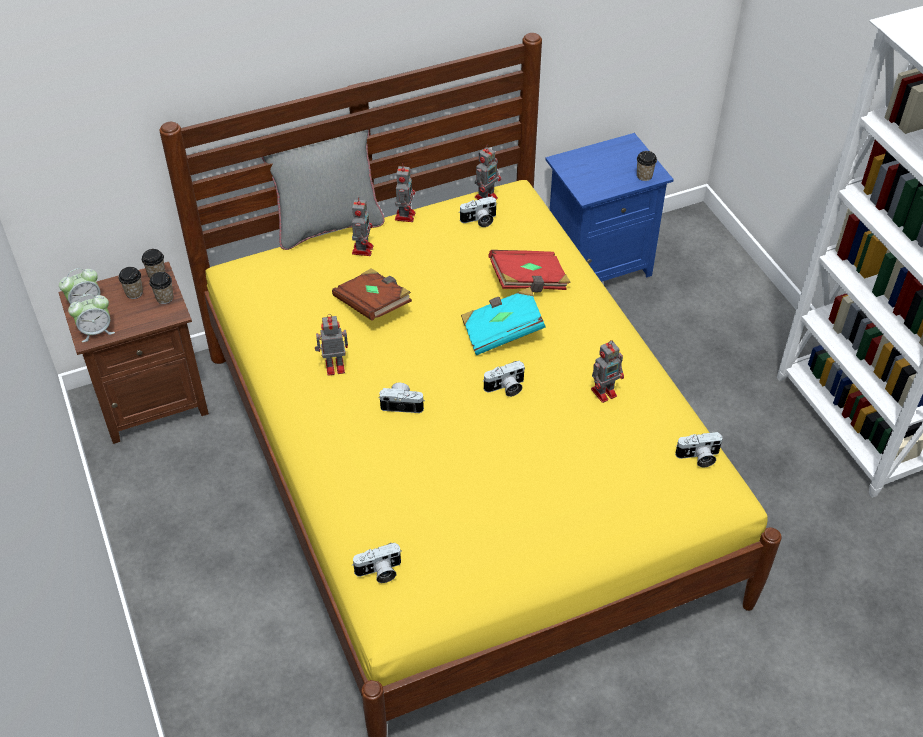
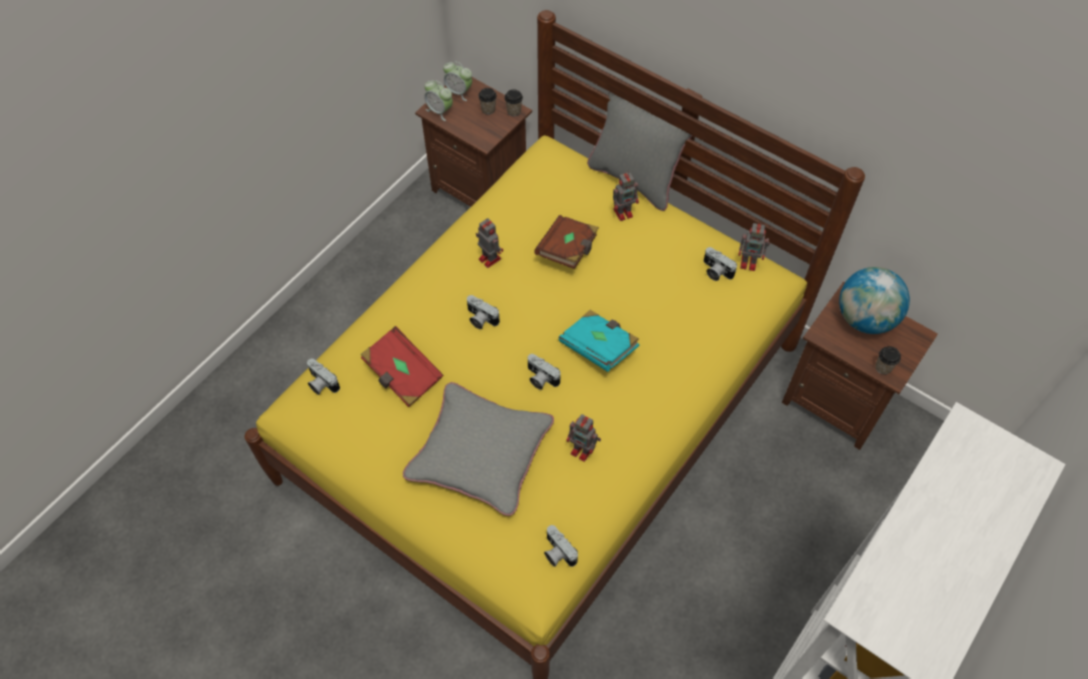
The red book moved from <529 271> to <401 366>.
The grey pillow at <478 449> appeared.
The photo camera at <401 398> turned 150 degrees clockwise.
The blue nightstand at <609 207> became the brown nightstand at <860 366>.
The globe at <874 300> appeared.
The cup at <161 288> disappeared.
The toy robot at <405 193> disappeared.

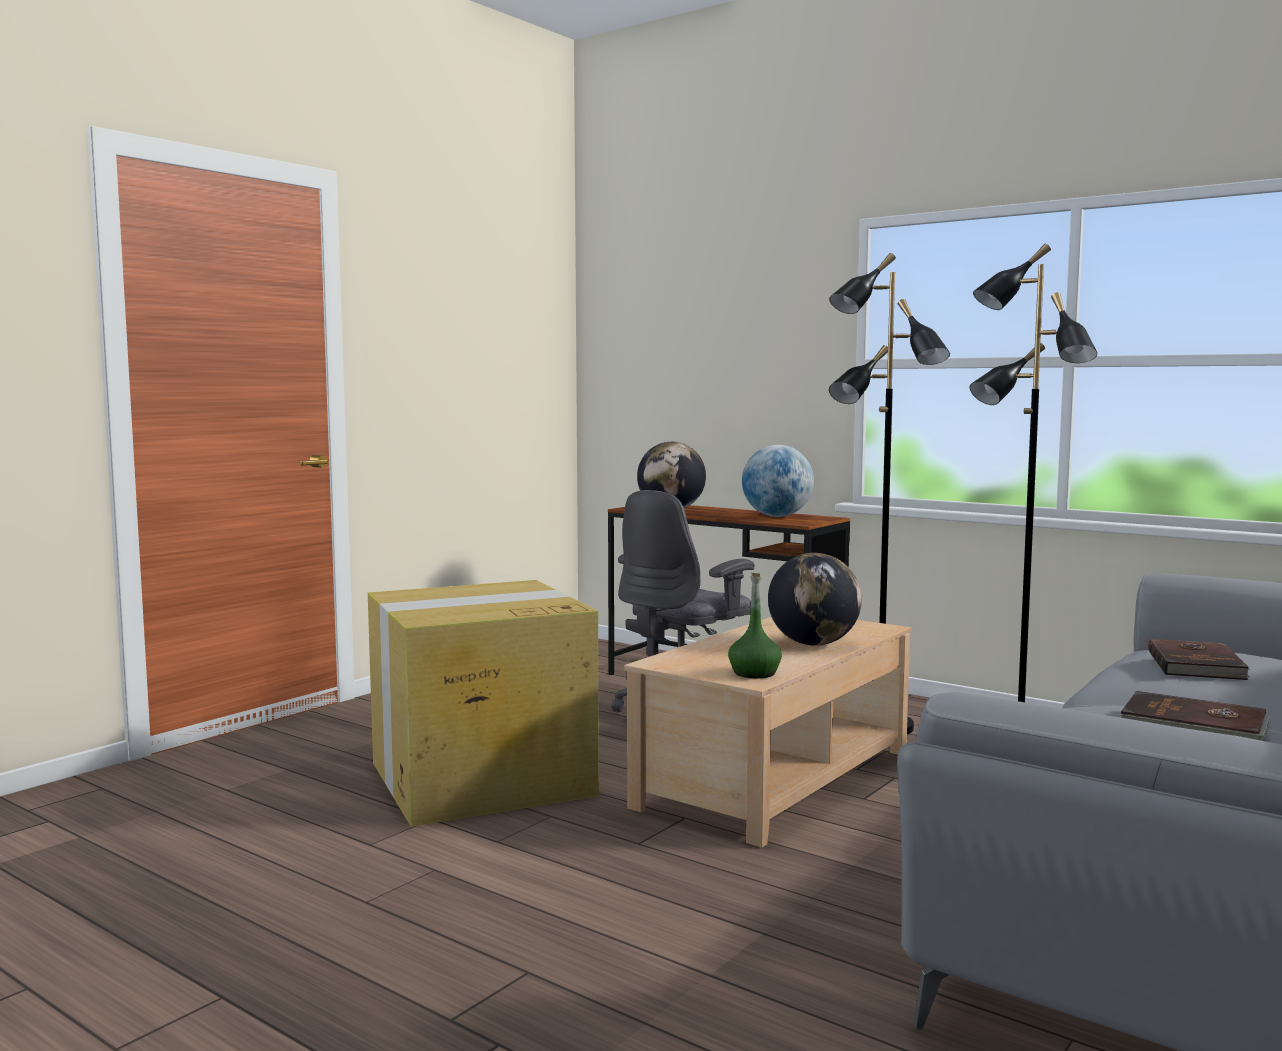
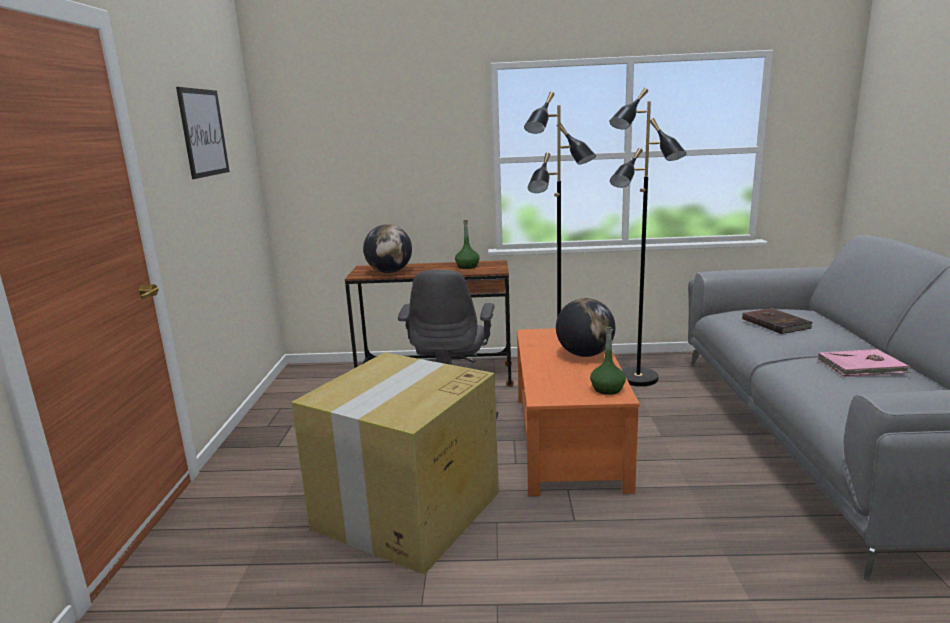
The picture at <203 133> appeared.
The globe at <778 481> was replaced by the green bottle at <467 244>.
The beige coffee table at <768 732> became the orange coffee table at <578 412>.
The brown book at <1196 716> became the pink book at <865 363>.

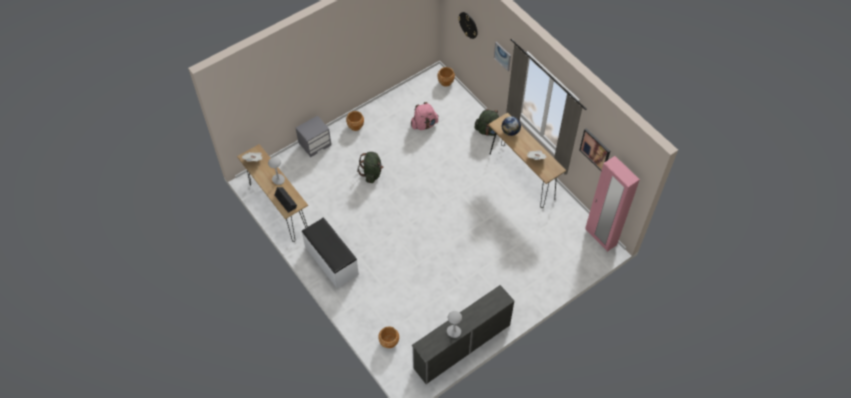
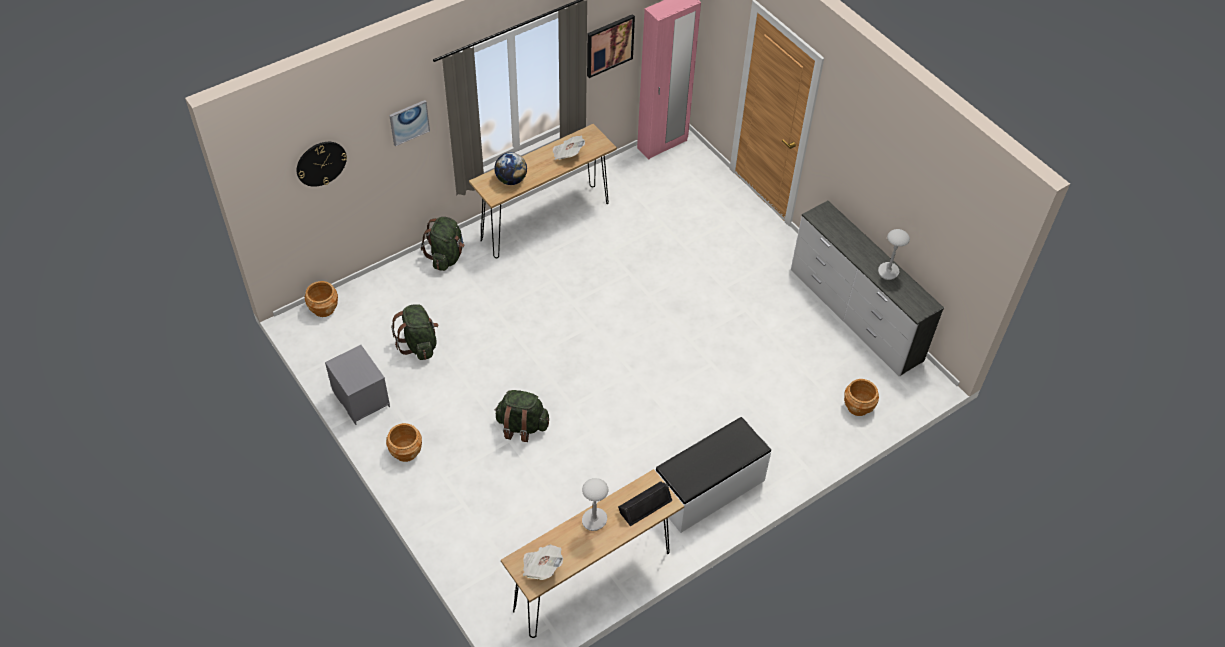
The grey nightstand moved from <313 136> to <357 385>.
The pink backpack at <424 116> became the green backpack at <414 332>.

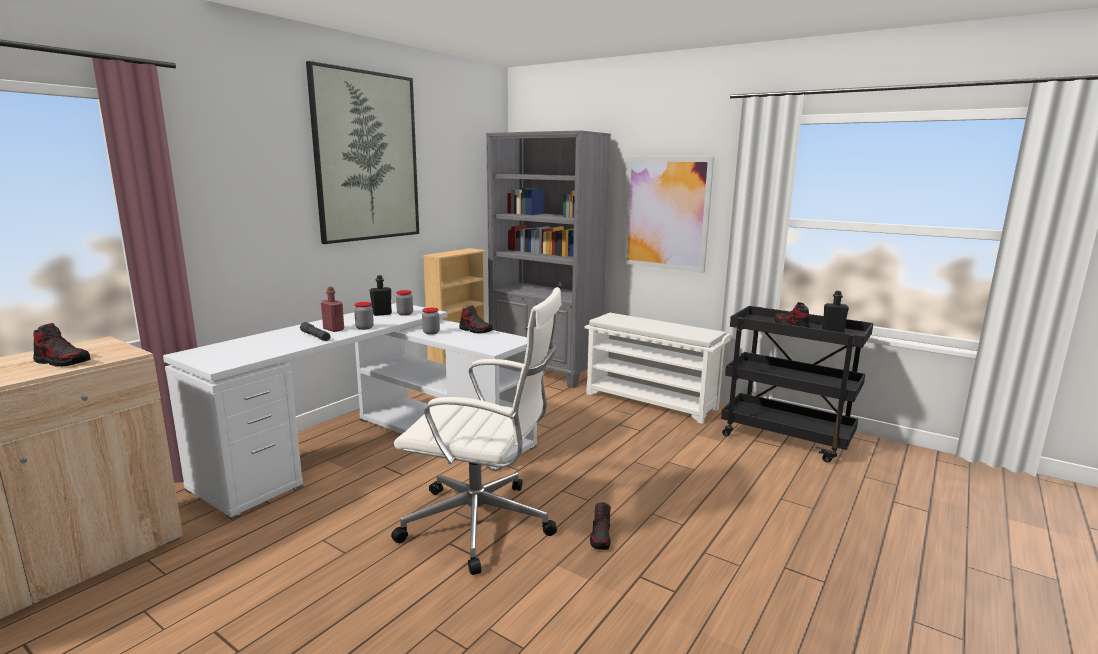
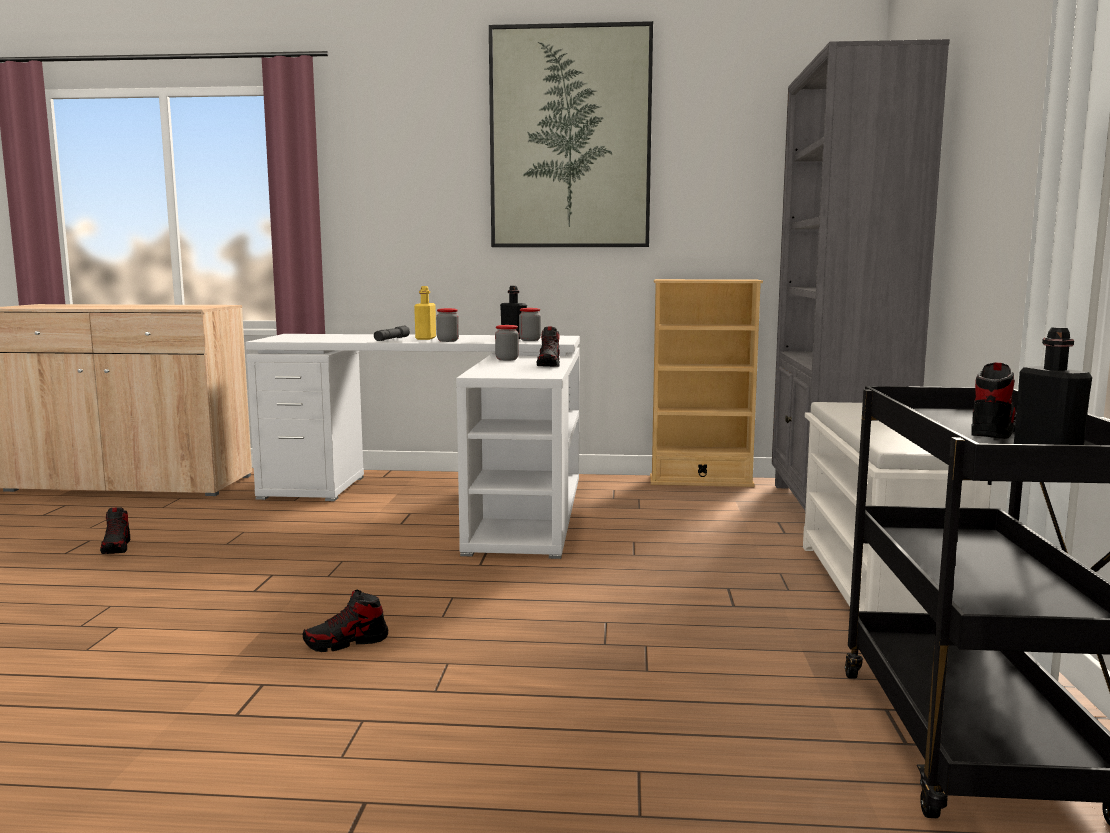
The shoe moved from <61 345> to <115 531>.
The red bottle at <332 309> became the yellow bottle at <425 313>.
The white office chair at <476 431> disappeared.
The picture at <668 215> disappeared.

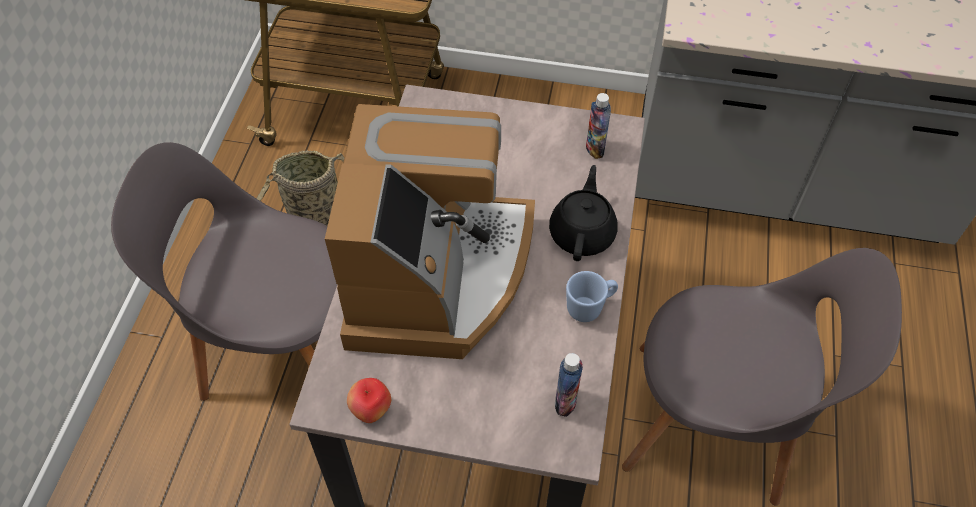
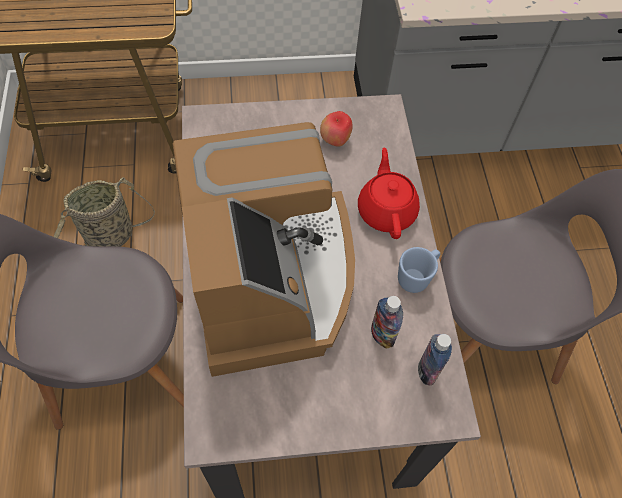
The apple moved from <369 400> to <336 129>.
The black teapot at <583 213> became the red teapot at <389 193>.
The bottle moved from <598 126> to <387 322>.

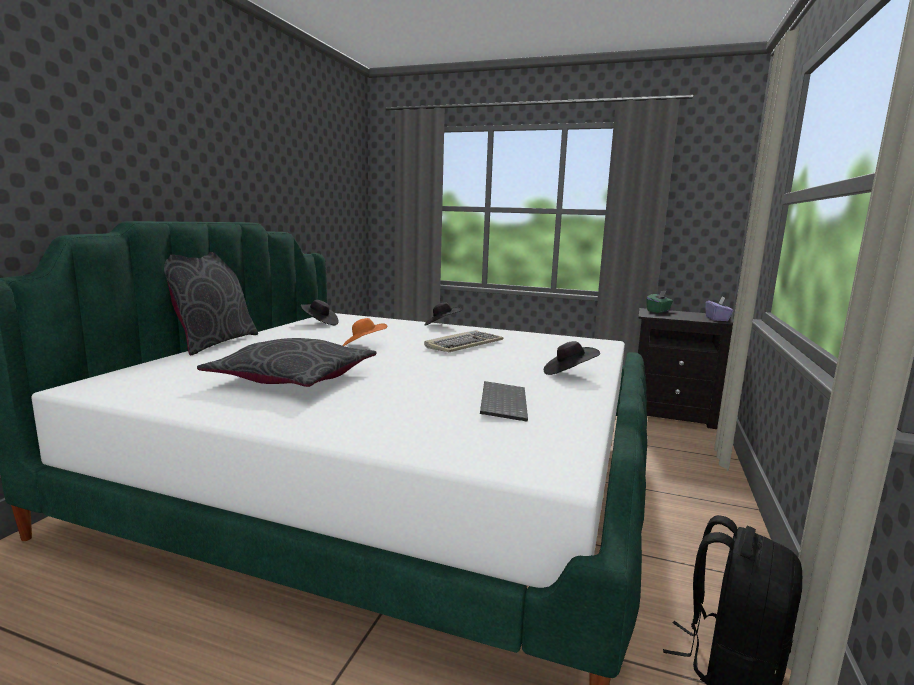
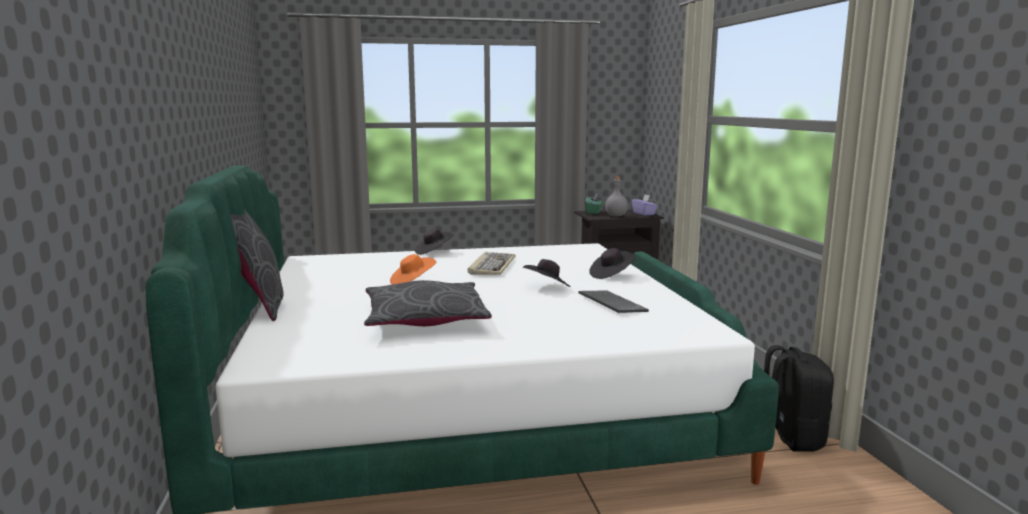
The black hat moved from <319 312> to <547 273>.
The grey bottle at <616 197> appeared.

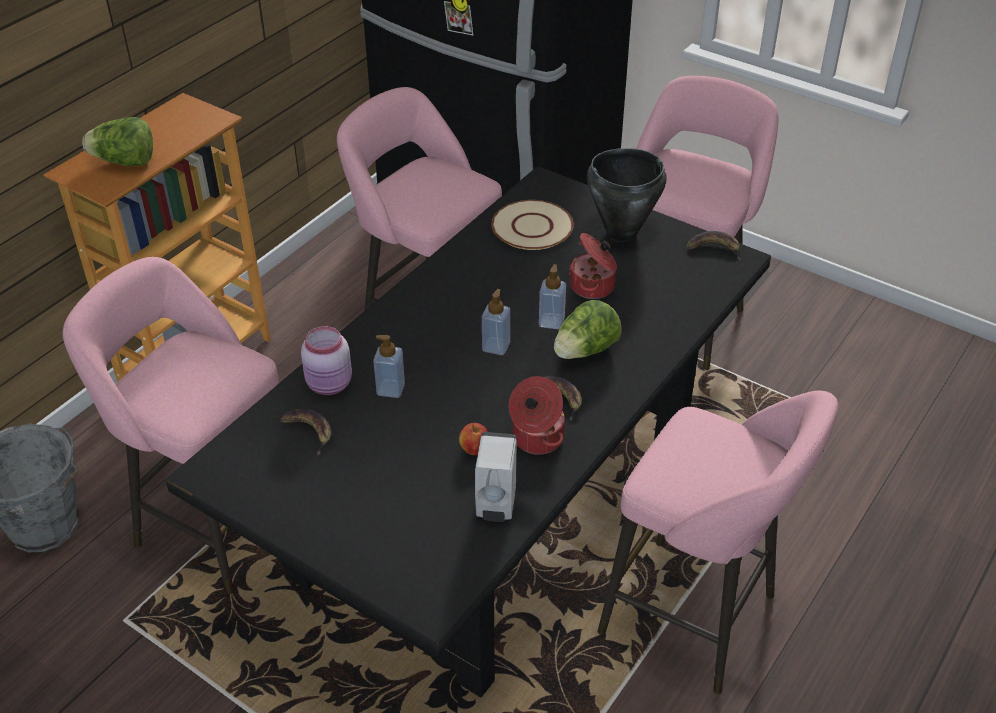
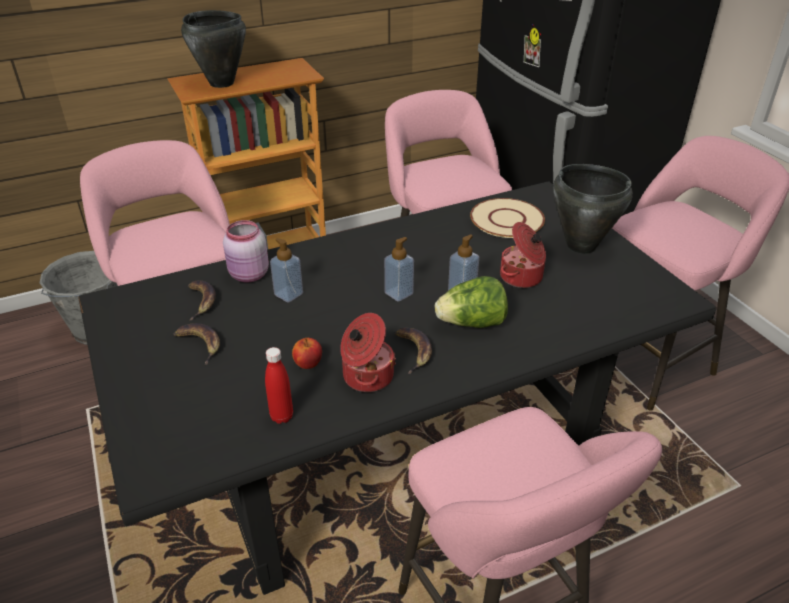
The banana moved from <713 245> to <196 344>.
The lettuce at <117 141> was replaced by the black cooking pot at <213 49>.
The white soap dispenser at <496 477> was replaced by the red bottle at <279 385>.

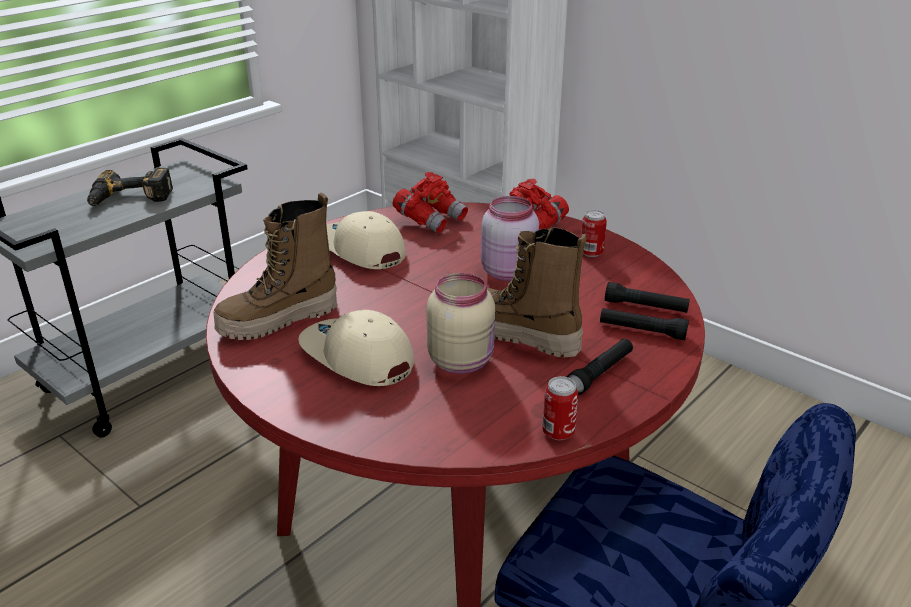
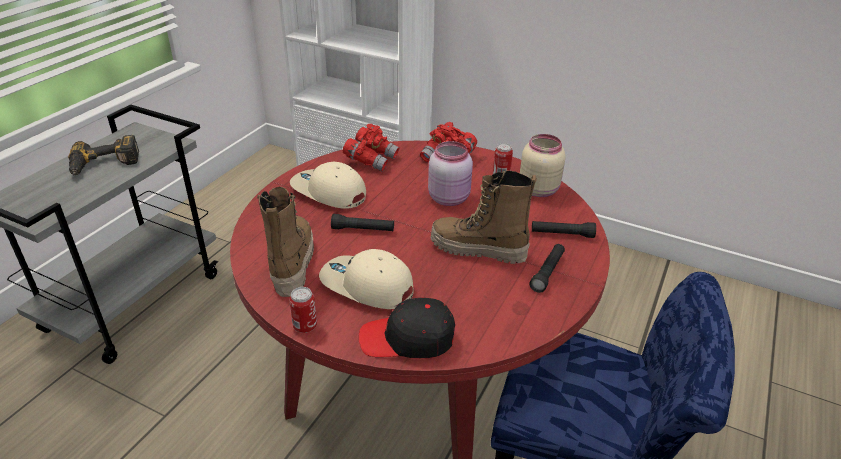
The boot at <275 266> turned 135 degrees clockwise.
The can moved from <560 408> to <303 310>.
The black flashlight moved from <647 297> to <362 222>.
The black cap at <406 327> appeared.
The beige jar moved from <460 323> to <543 165>.

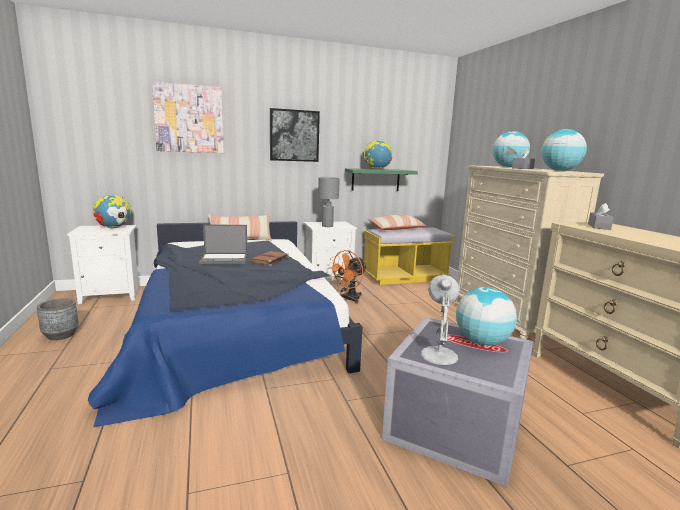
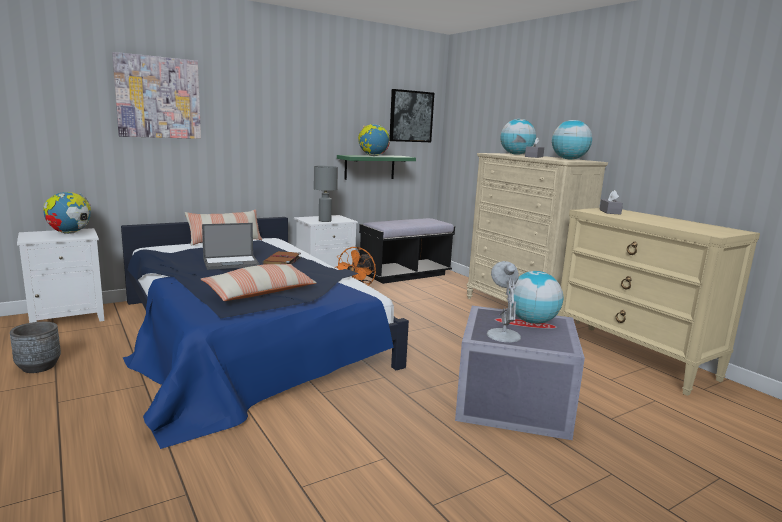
The pillow moved from <397 222> to <259 282>.
The yellow bench at <409 256> became the black bench at <407 251>.
The picture moved from <295 135> to <411 115>.

